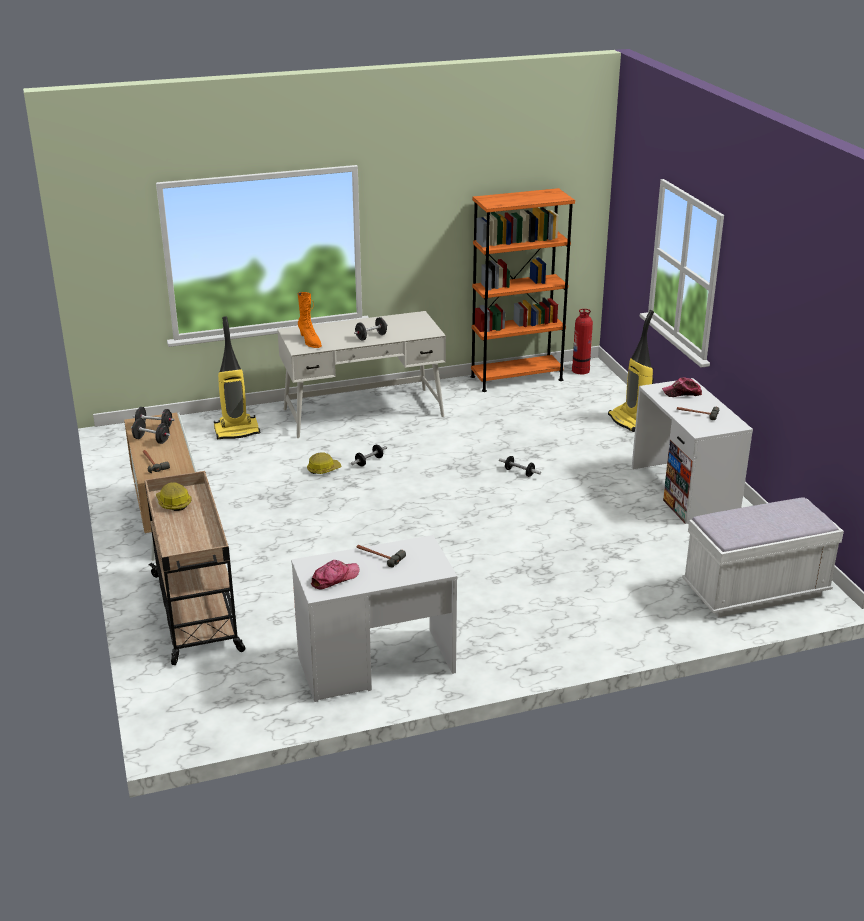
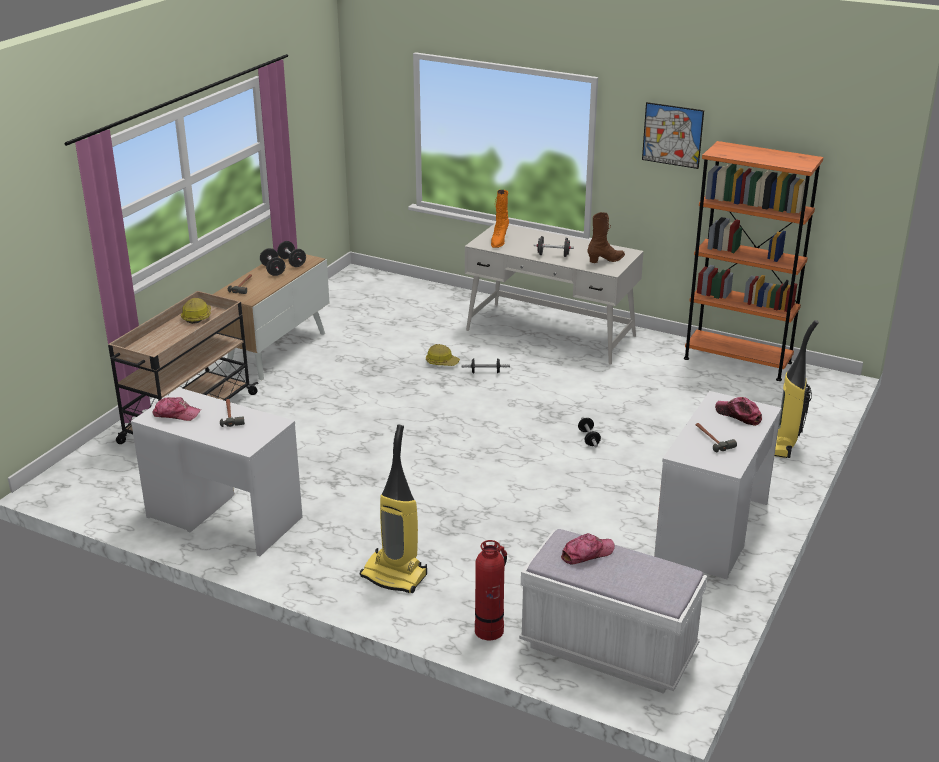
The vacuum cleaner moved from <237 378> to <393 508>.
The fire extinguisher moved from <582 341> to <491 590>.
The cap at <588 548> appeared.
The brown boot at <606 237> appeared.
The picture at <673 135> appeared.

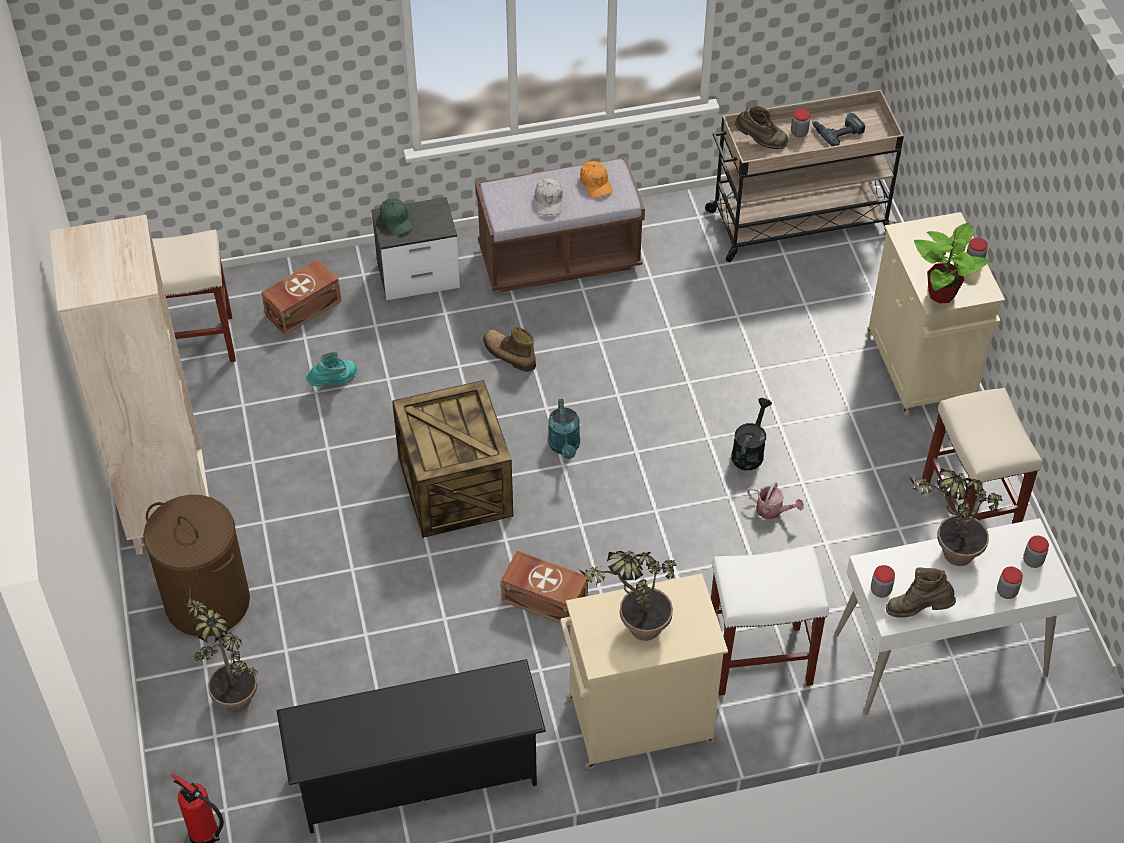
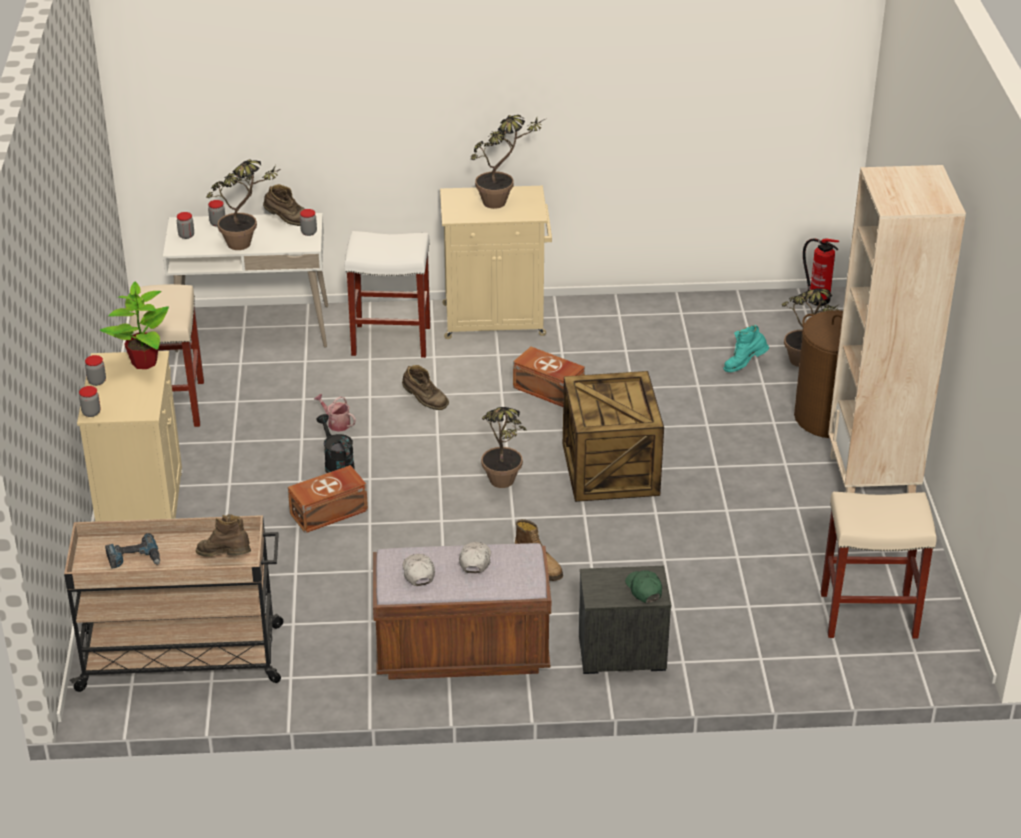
The jar moved from <800 123> to <90 401>.
The brown storage box moved from <301 297> to <328 499>.
The black watering can at <751 434> turned 120 degrees clockwise.
The brown boot at <425 387> appeared.
The orange cap at <596 179> became the white cap at <419 570>.
The turquoise watering can at <564 429> was replaced by the potted plant at <503 447>.
The turquoise boot moved from <332 369> to <746 348>.
The black shoe rack at <411 746> disappeared.

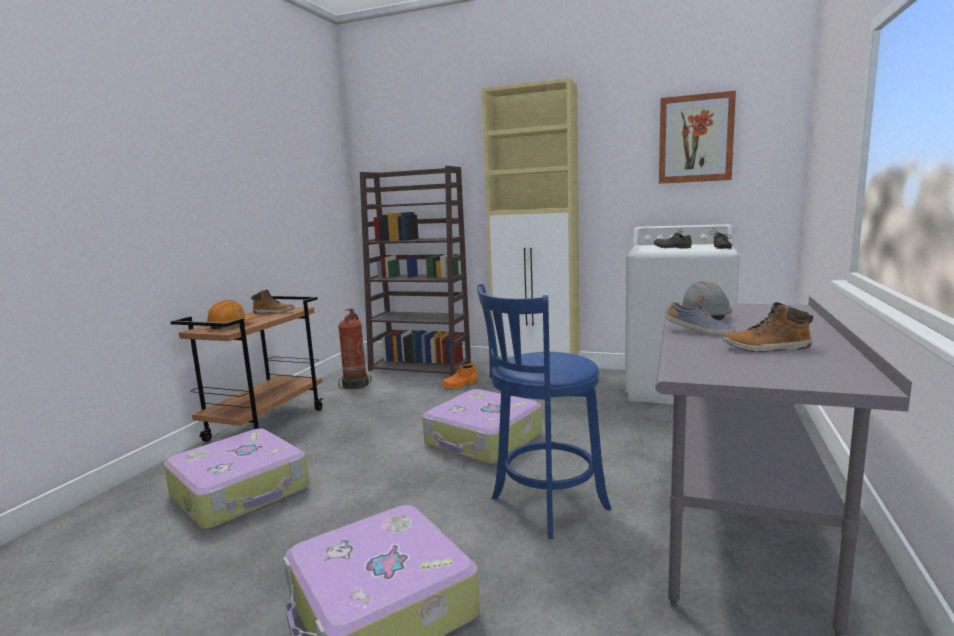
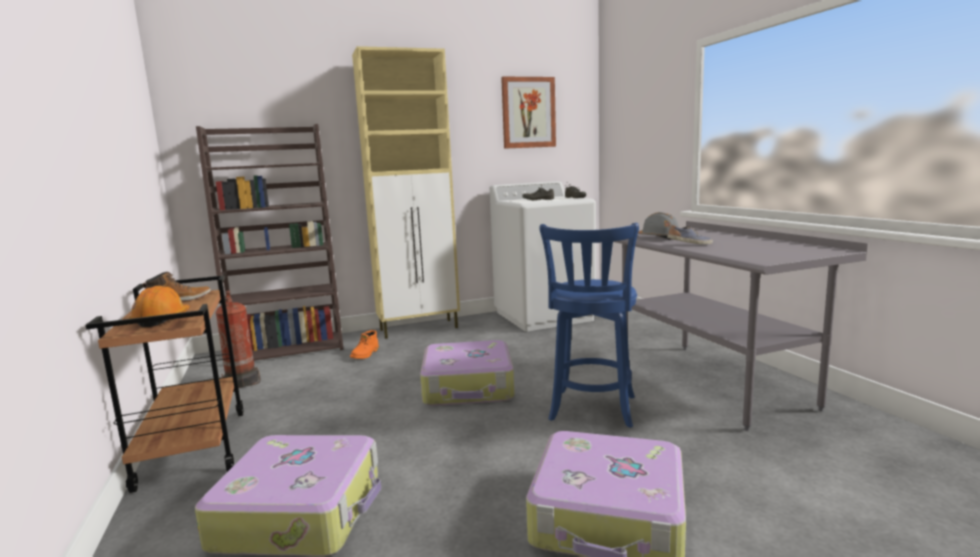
The boot at <768 327> disappeared.

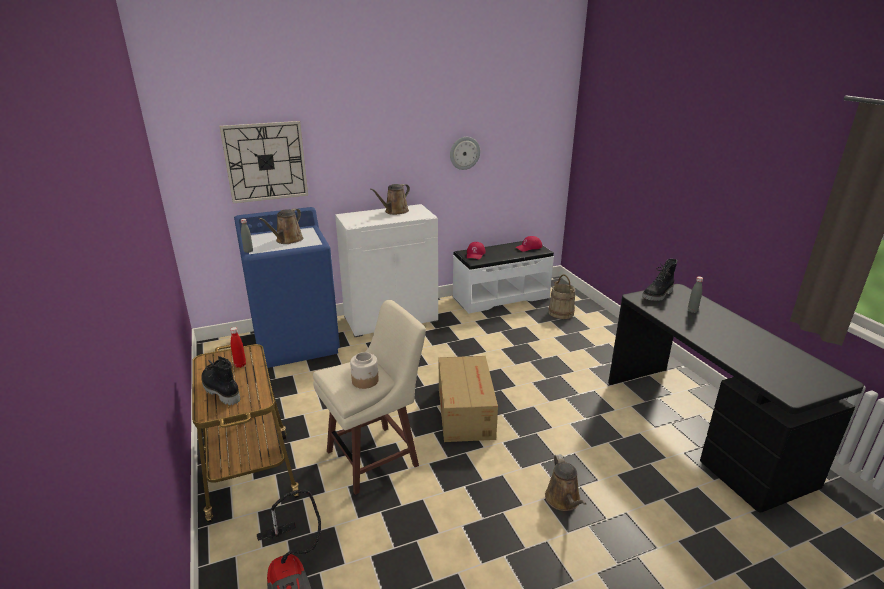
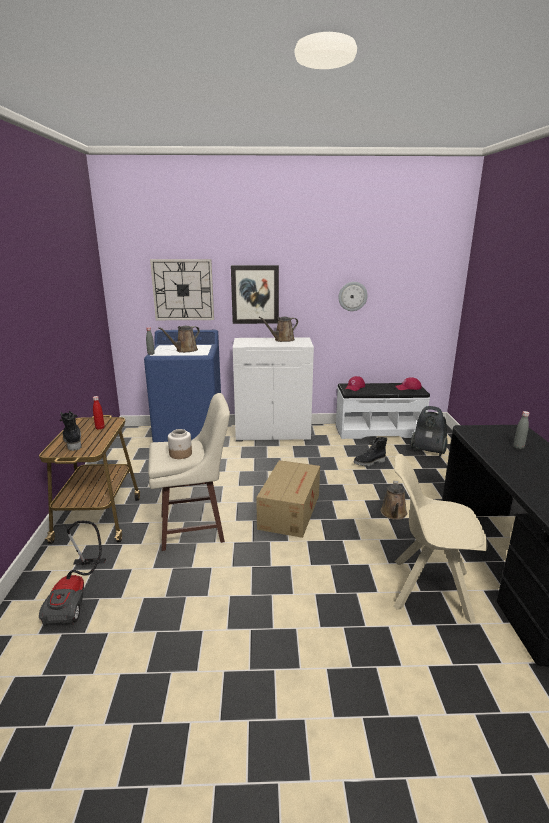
The picture at <255 294> appeared.
The black boot moved from <659 280> to <370 451>.
The brown watering can moved from <565 482> to <394 500>.
The beige chair at <440 538> appeared.
The beige bucket at <561 296> was replaced by the vacuum cleaner at <428 431>.

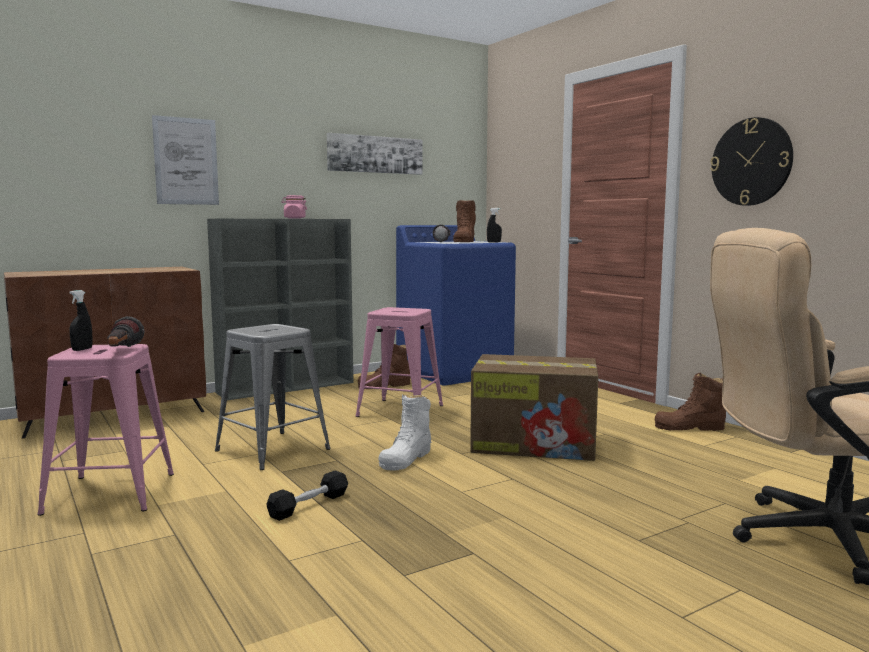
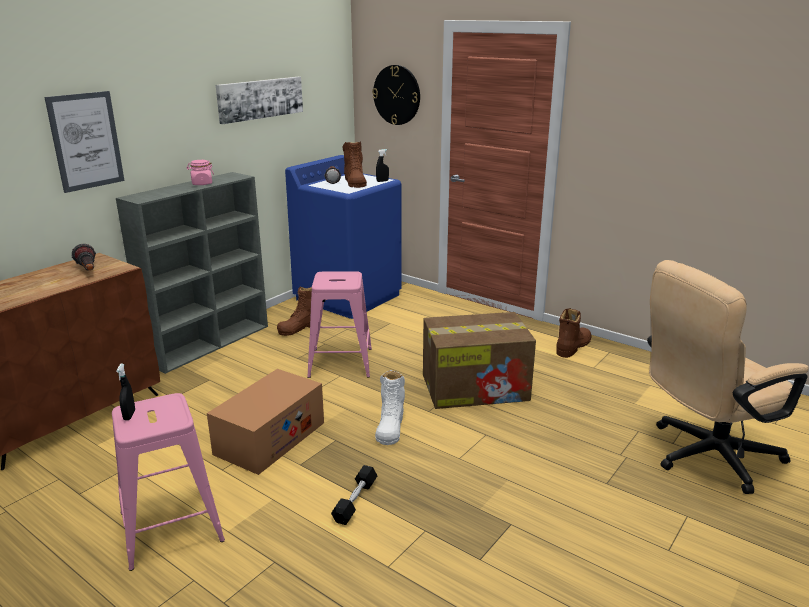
The flashlight moved from <126 331> to <83 257>.
The grey stool at <272 397> was replaced by the cardboard box at <265 422>.
The wall clock moved from <751 161> to <396 95>.
The brown boot at <690 402> turned 150 degrees clockwise.

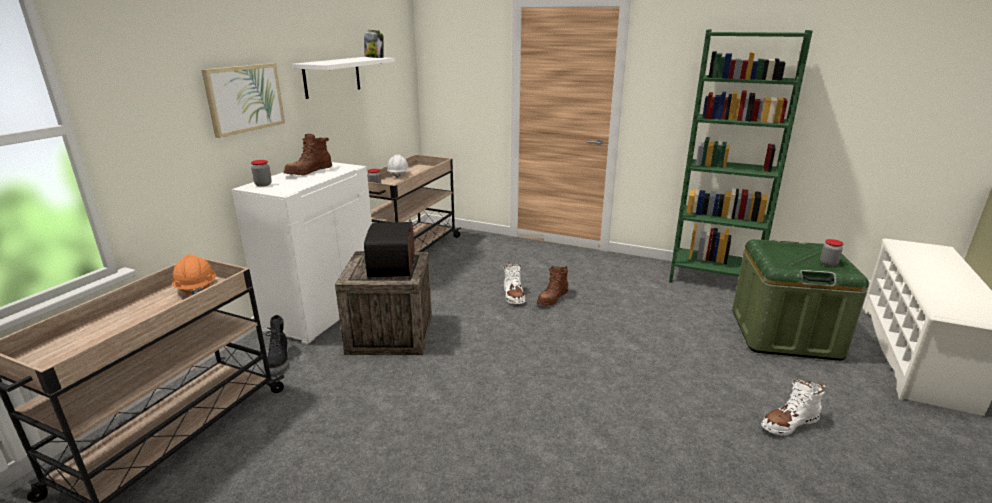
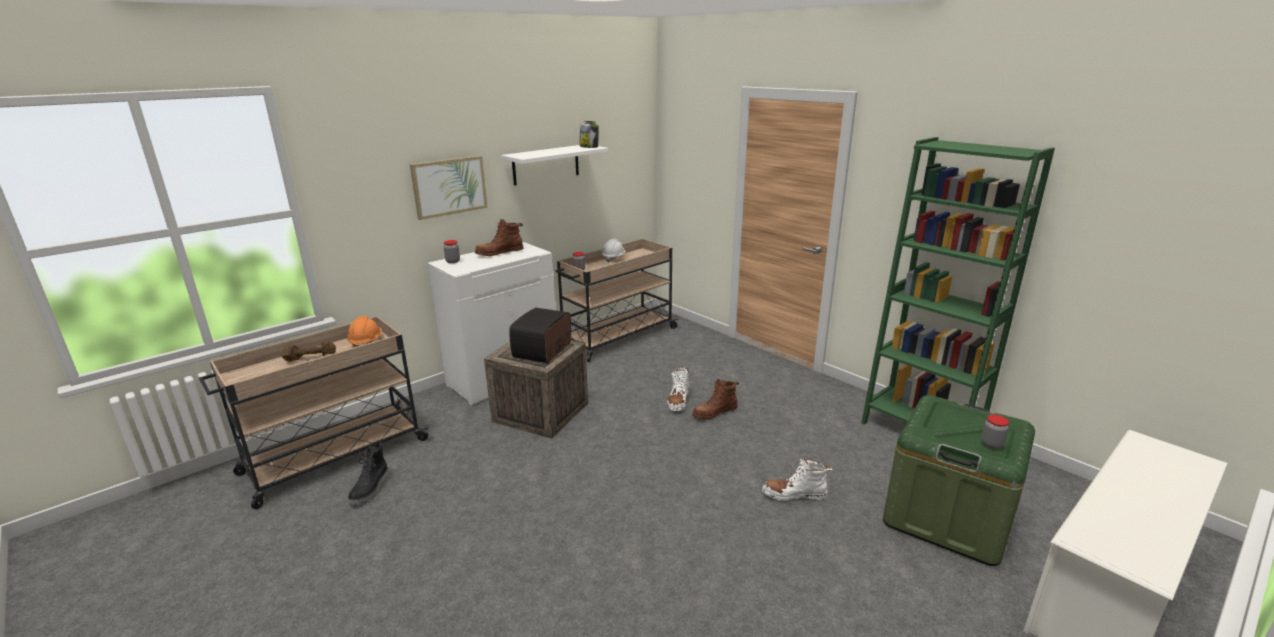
The brown dumbbell at <309 351> appeared.
The black boot moved from <277 344> to <368 473>.
The white boot moved from <793 407> to <797 479>.

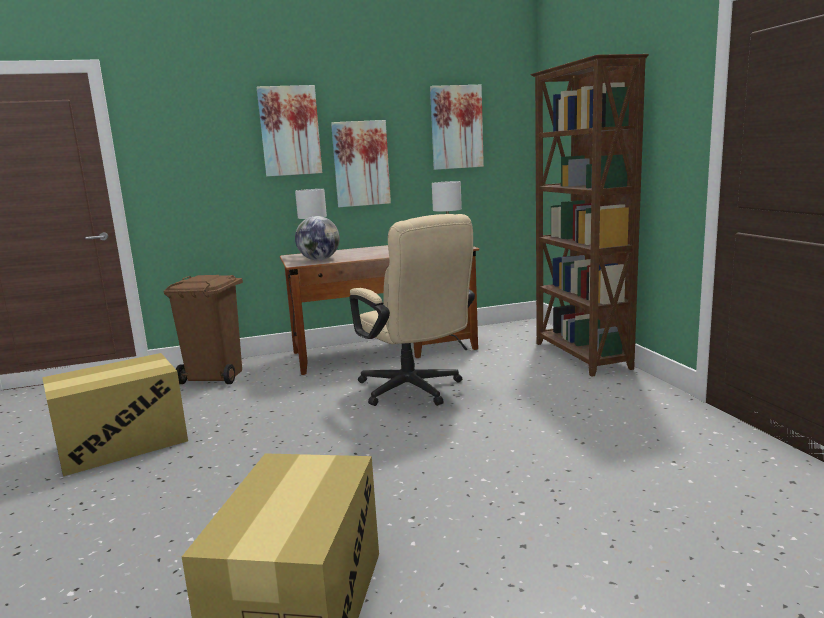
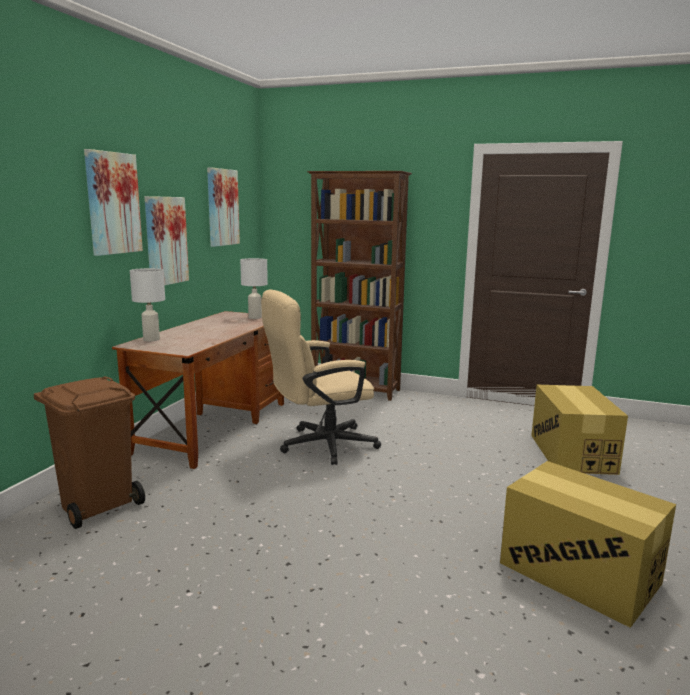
The beige office chair at <412 310> turned 150 degrees clockwise.
The cardboard box moved from <115 414> to <579 430>.
The globe at <317 238> disappeared.

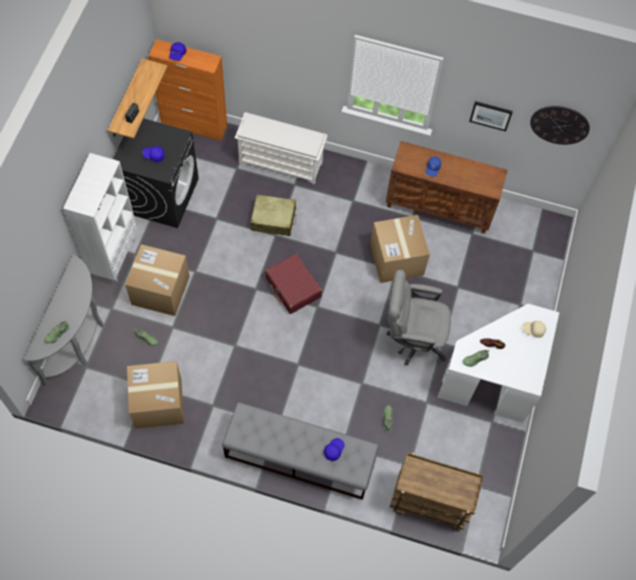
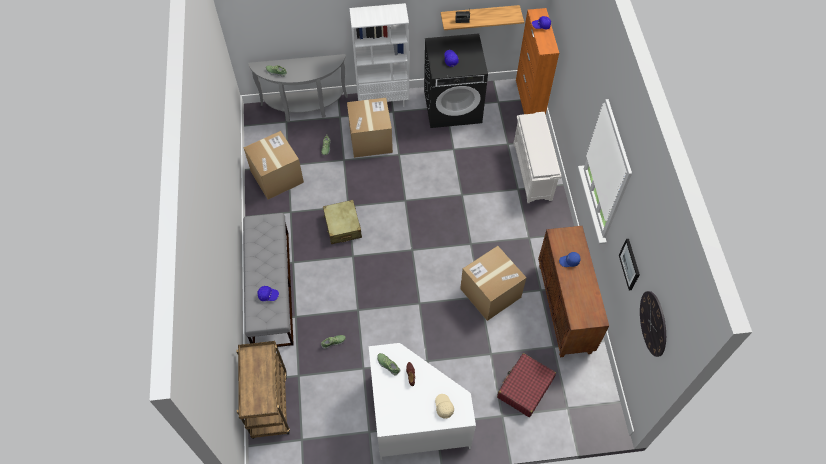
The beige suitcase moved from <273 215> to <342 222>.
The red suitcase moved from <293 284> to <526 385>.
The grey office chair at <419 317> disappeared.

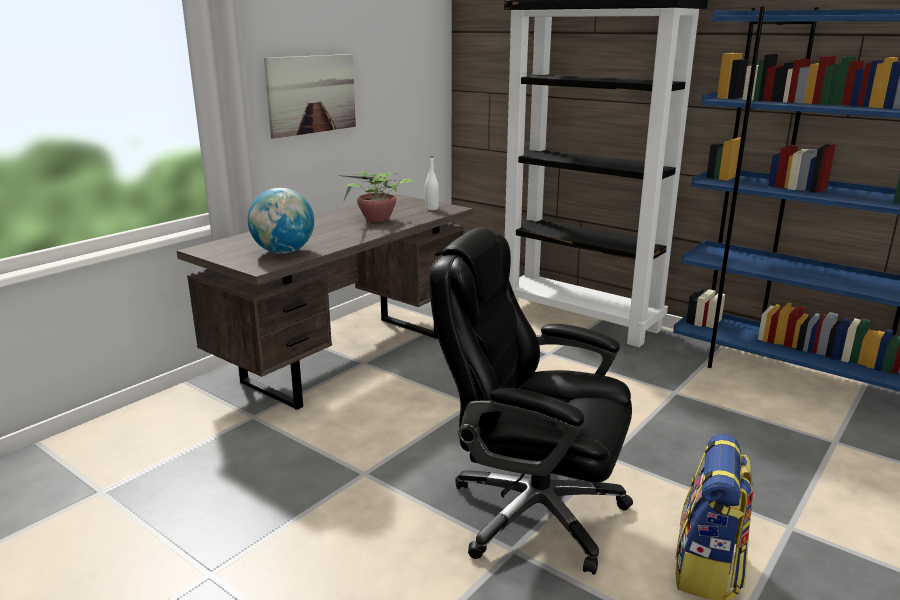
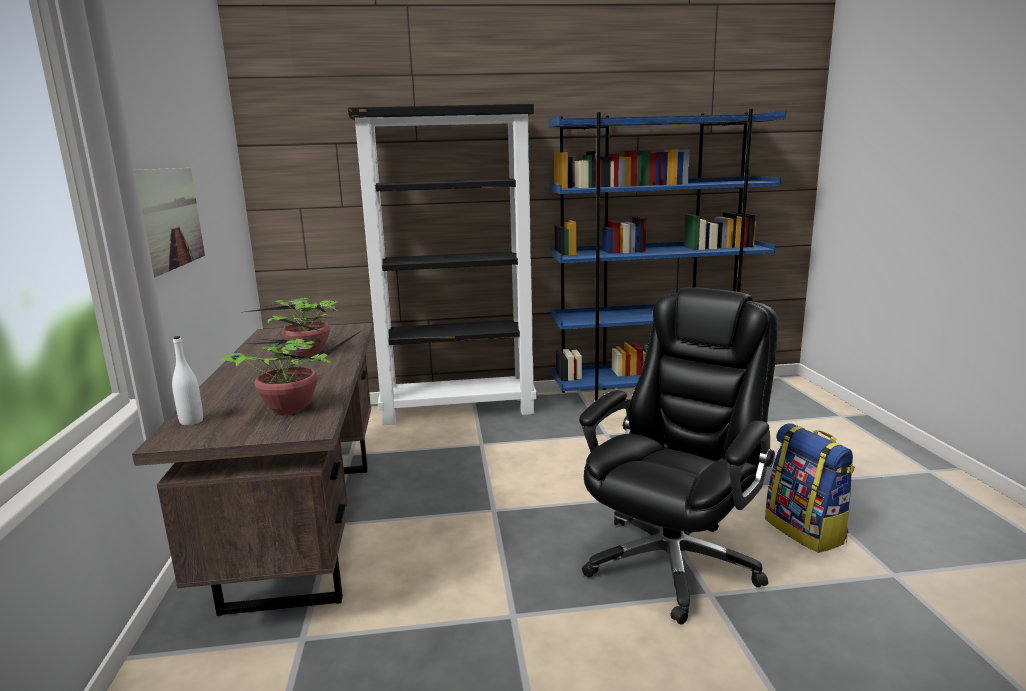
The white bottle moved from <432 183> to <187 381>.
The globe at <281 221> was replaced by the potted plant at <291 372>.
The black office chair at <531 401> turned 150 degrees clockwise.

